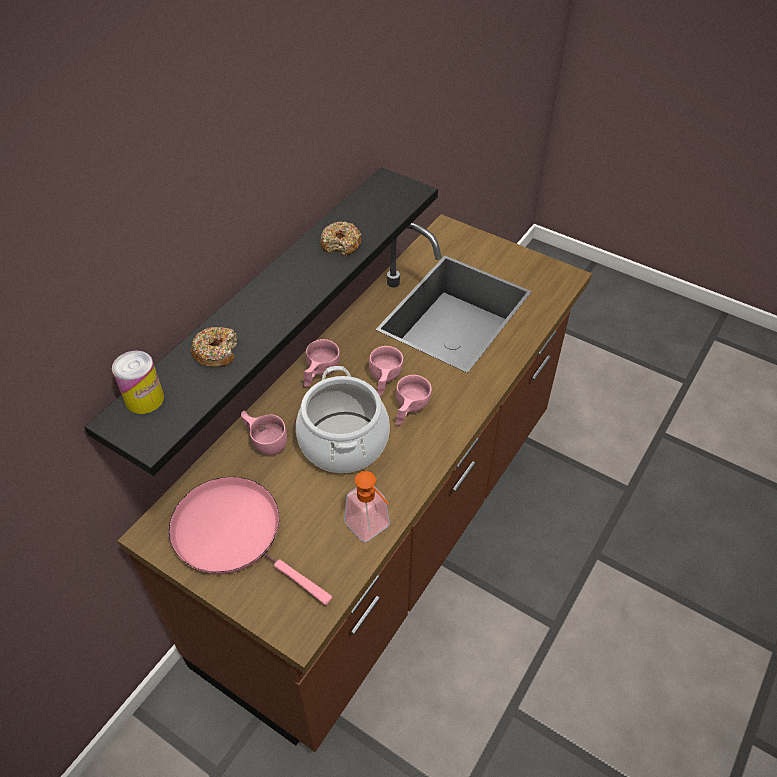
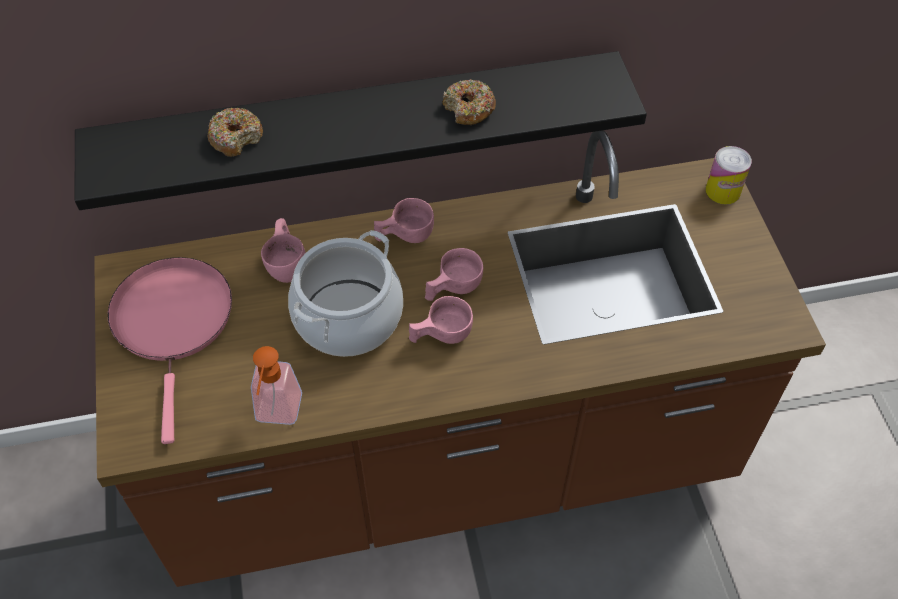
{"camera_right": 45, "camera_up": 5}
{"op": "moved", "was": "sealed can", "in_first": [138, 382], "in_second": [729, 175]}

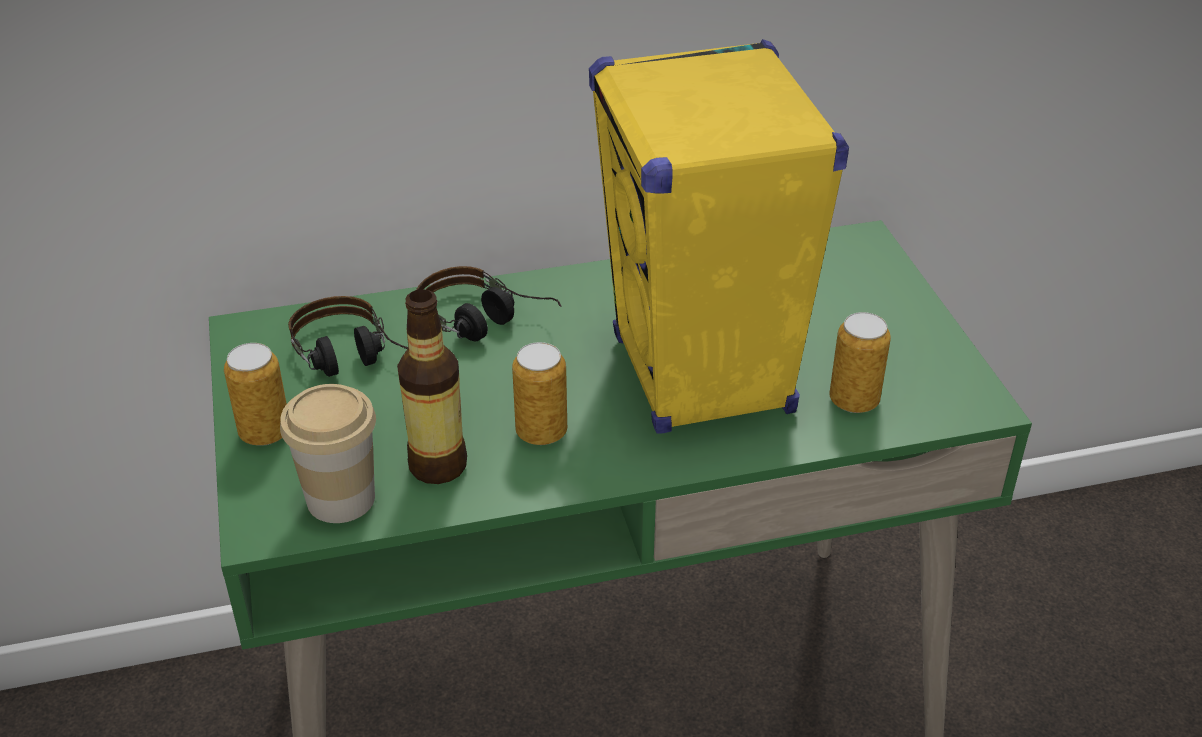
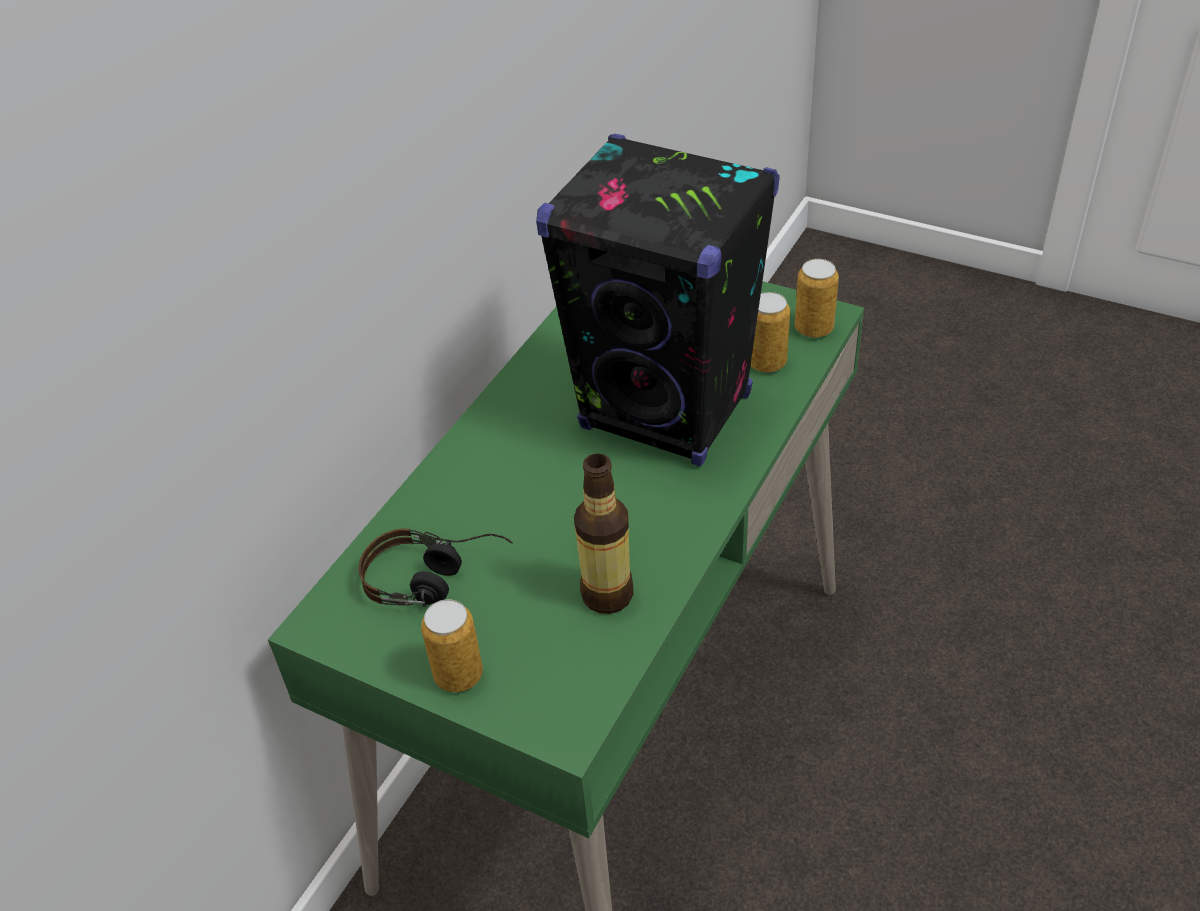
{"camera_right": -45, "camera_up": 5}
{"op": "recoloured", "was": "speaker in yellow", "now": "speaker in blackish", "in_first": [719, 236], "in_second": [658, 300]}
{"op": "removed", "was": "headset", "in_first": [489, 303]}
{"op": "moved", "was": "sealed can", "in_first": [539, 393], "in_second": [817, 298]}
{"op": "removed", "was": "cup", "in_first": [328, 453]}

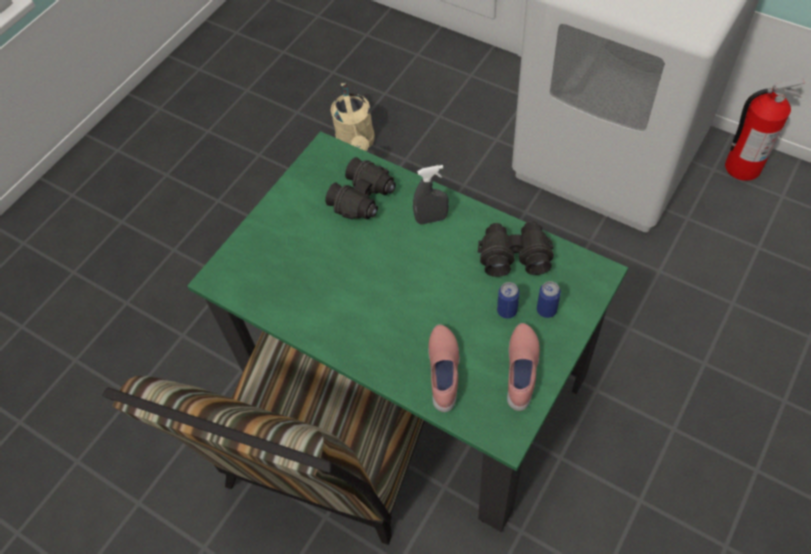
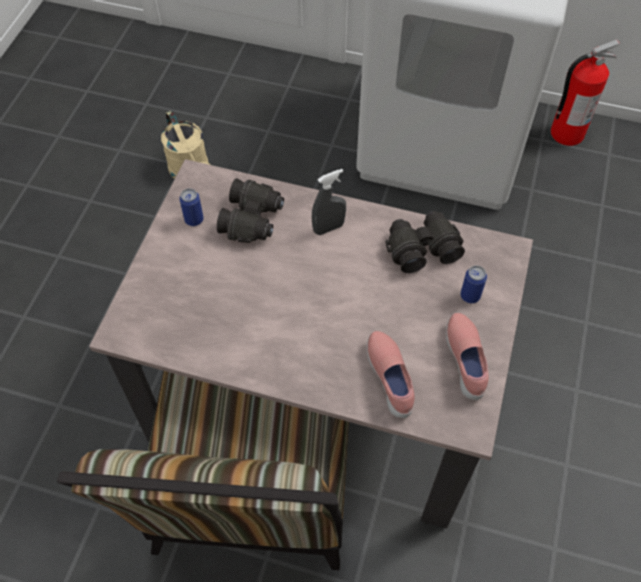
{"camera_right": -20, "camera_up": 0}
{"op": "recoloured", "was": "dinner table in green", "now": "dinner table in sand-coloured", "in_first": [407, 331], "in_second": [311, 344]}
{"op": "moved", "was": "sealed can", "in_first": [508, 300], "in_second": [191, 207]}

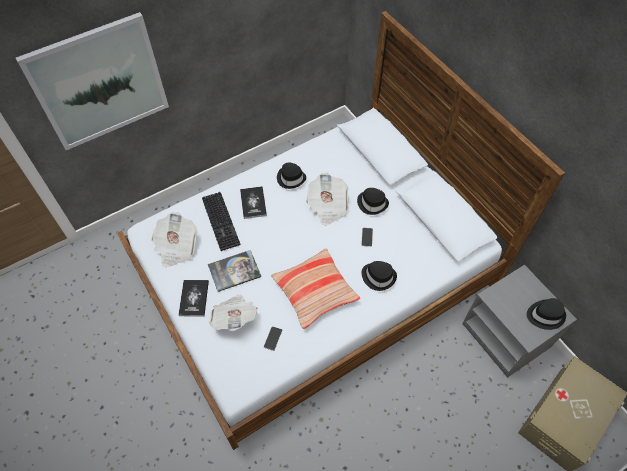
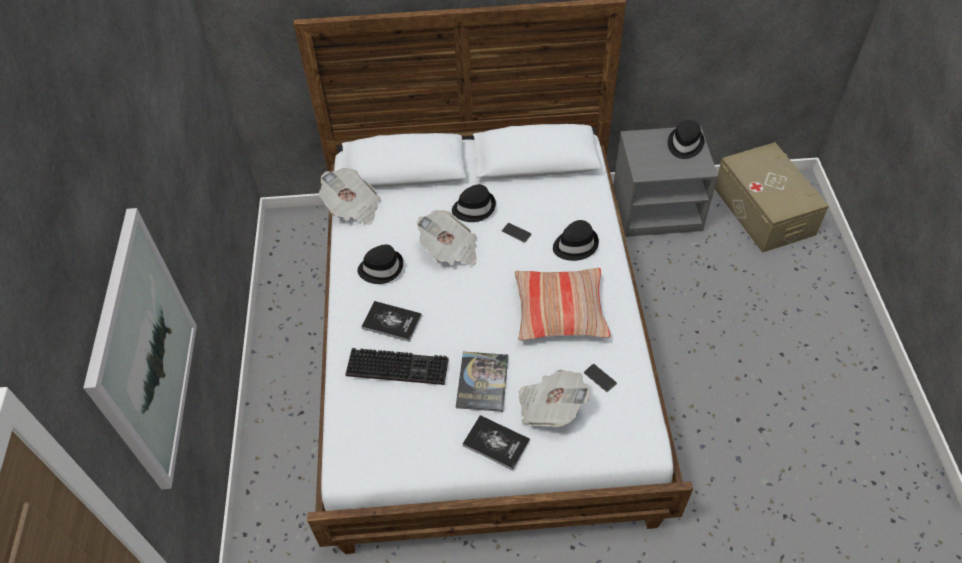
{"camera_right": -60, "camera_up": -5}
{"op": "moved", "was": "newspaper", "in_first": [174, 239], "in_second": [349, 196]}

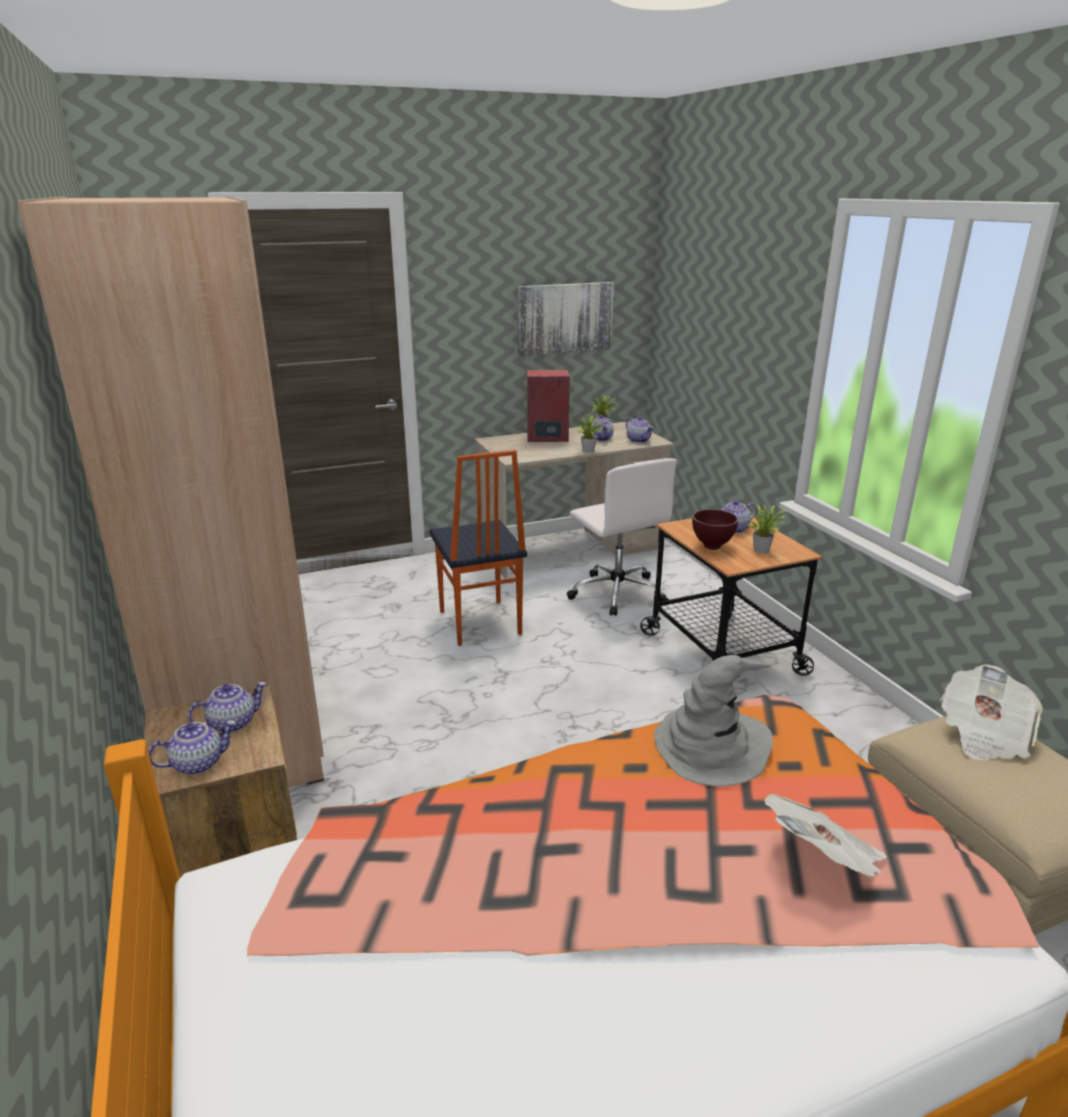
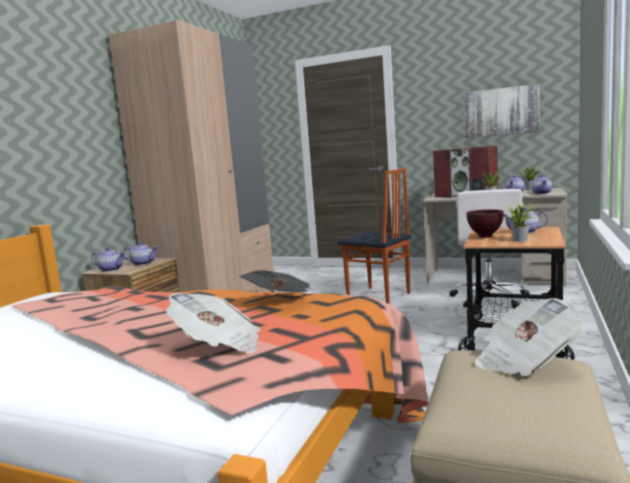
{"camera_right": 45, "camera_up": -15}
{"op": "turned", "was": "chair", "in_first": [478, 548], "in_second": [374, 236], "clockwise": -75}
{"op": "replaced", "was": "wearable hat in greyish", "now": "newspaper", "in_first": [713, 720], "in_second": [275, 281]}
{"op": "added", "now": "speaker", "in_second": [452, 173]}

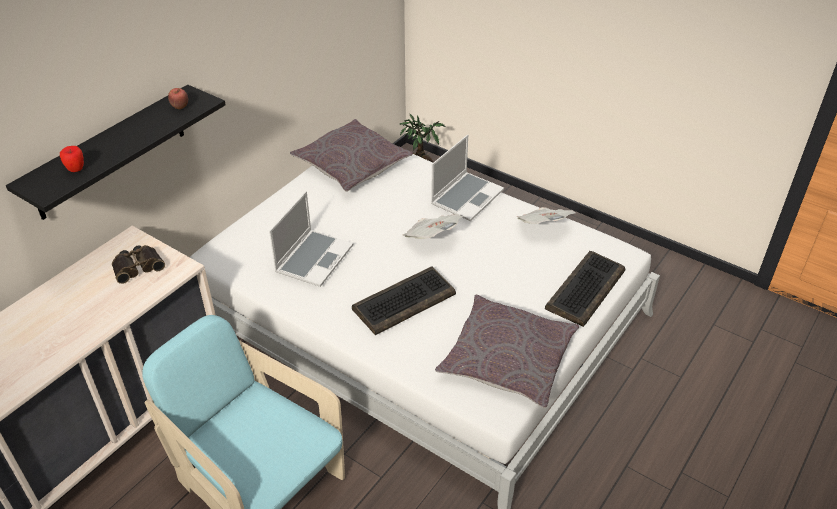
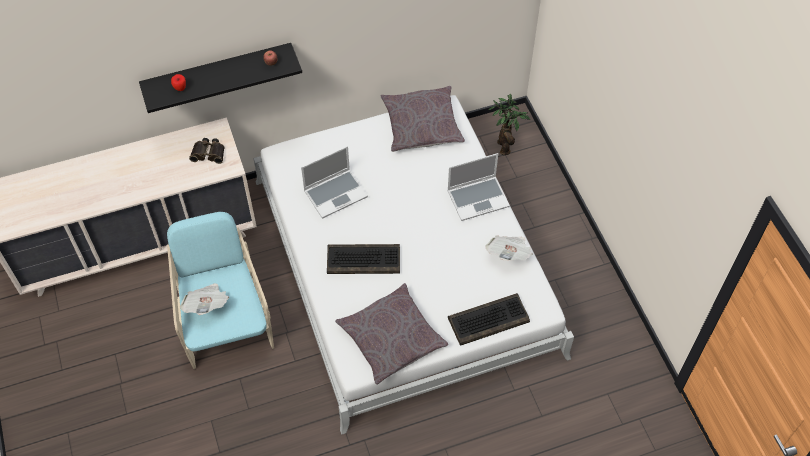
{"camera_right": 35, "camera_up": 15}
{"op": "moved", "was": "newspaper", "in_first": [432, 226], "in_second": [204, 299]}

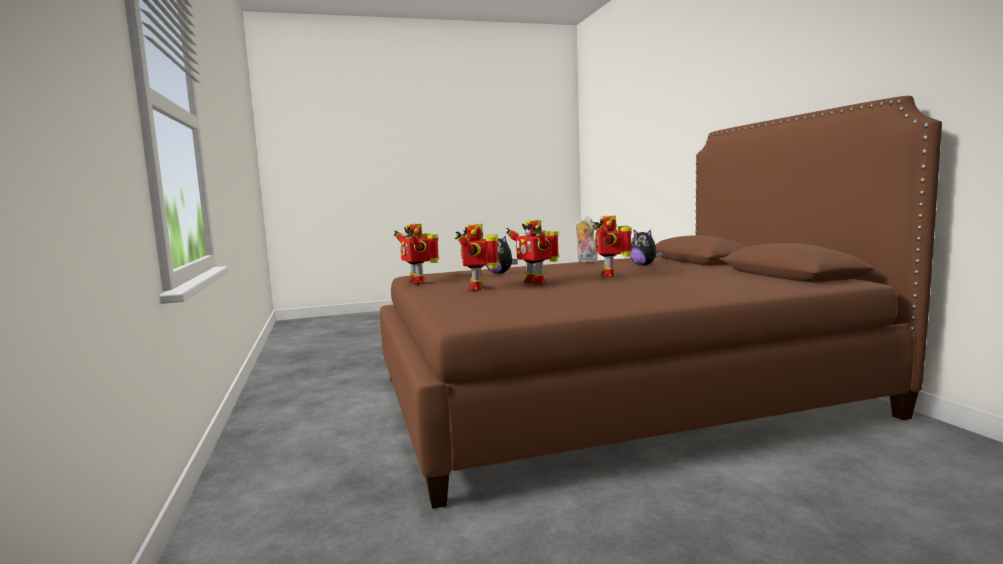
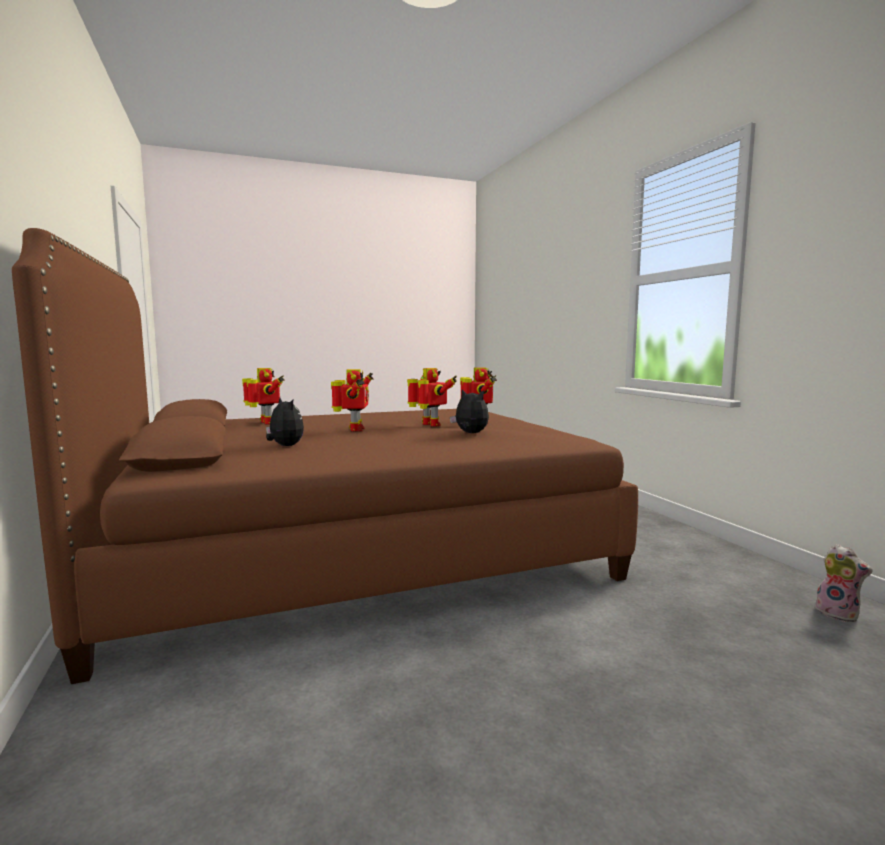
{"camera_right": 175, "camera_up": 0}
{"op": "moved", "was": "plush toy", "in_first": [587, 239], "in_second": [844, 583]}
{"op": "moved", "was": "robot figure", "in_first": [416, 253], "in_second": [263, 396]}

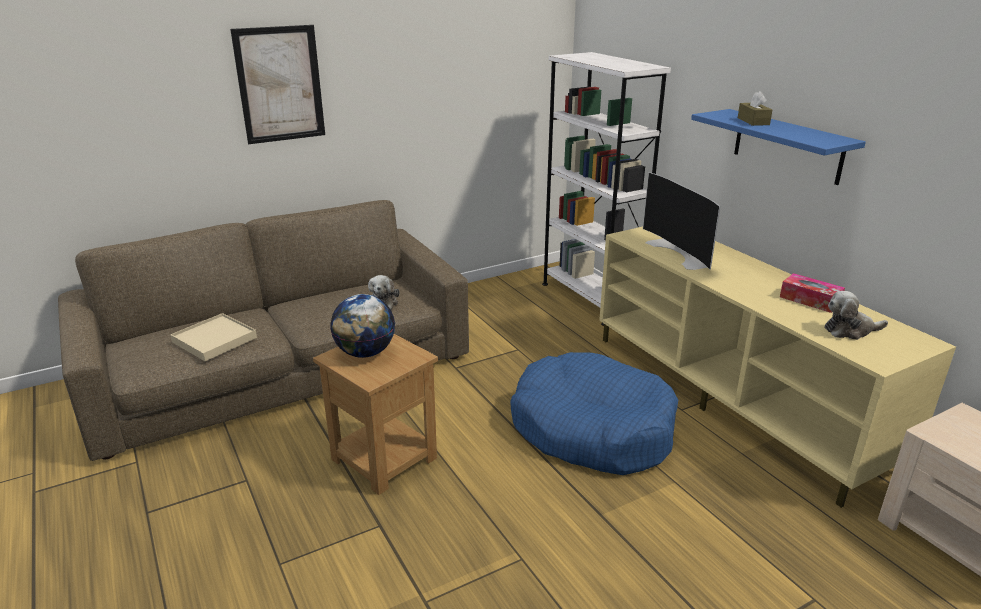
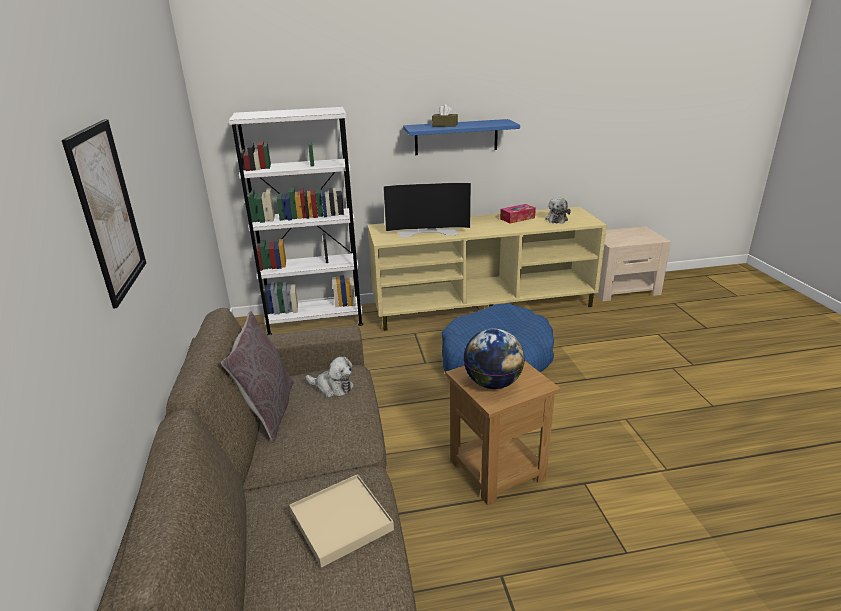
{"camera_right": -70, "camera_up": 0}
{"op": "added", "now": "pillow in greyish", "in_second": [257, 376]}

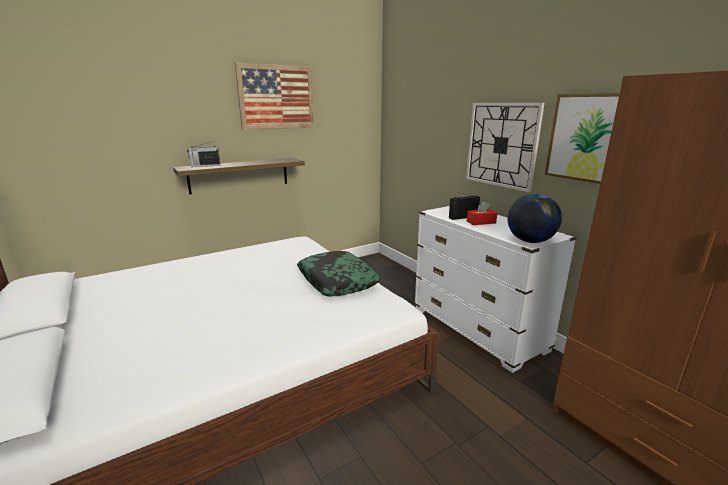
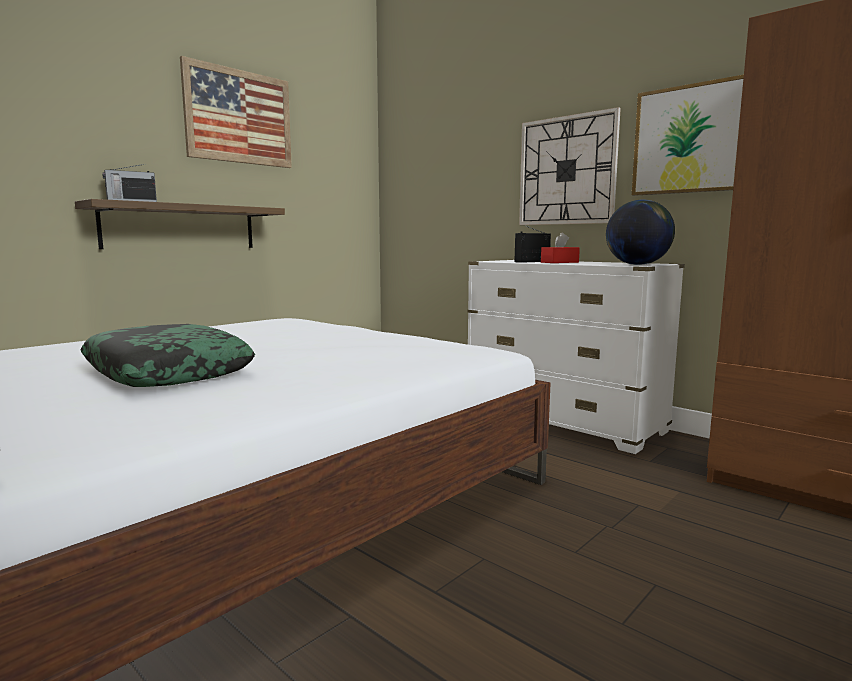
{"camera_right": -15, "camera_up": -10}
{"op": "moved", "was": "pillow", "in_first": [338, 273], "in_second": [167, 355]}

